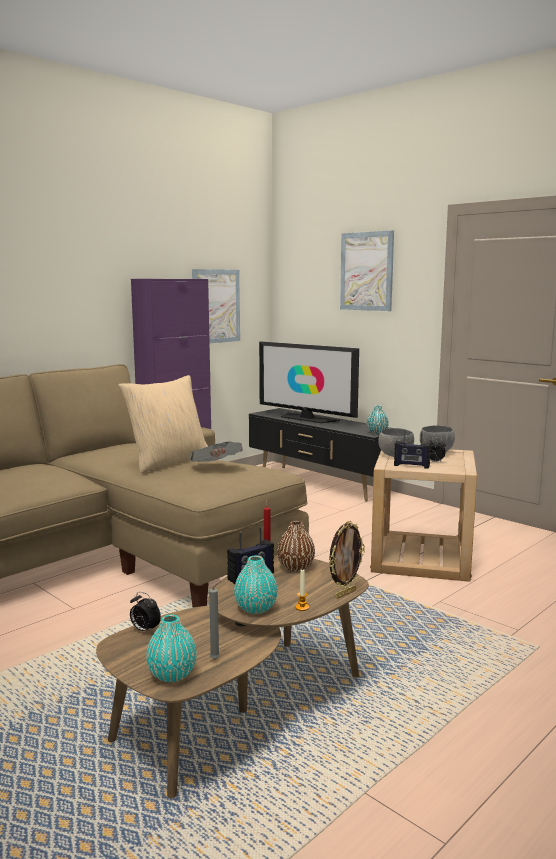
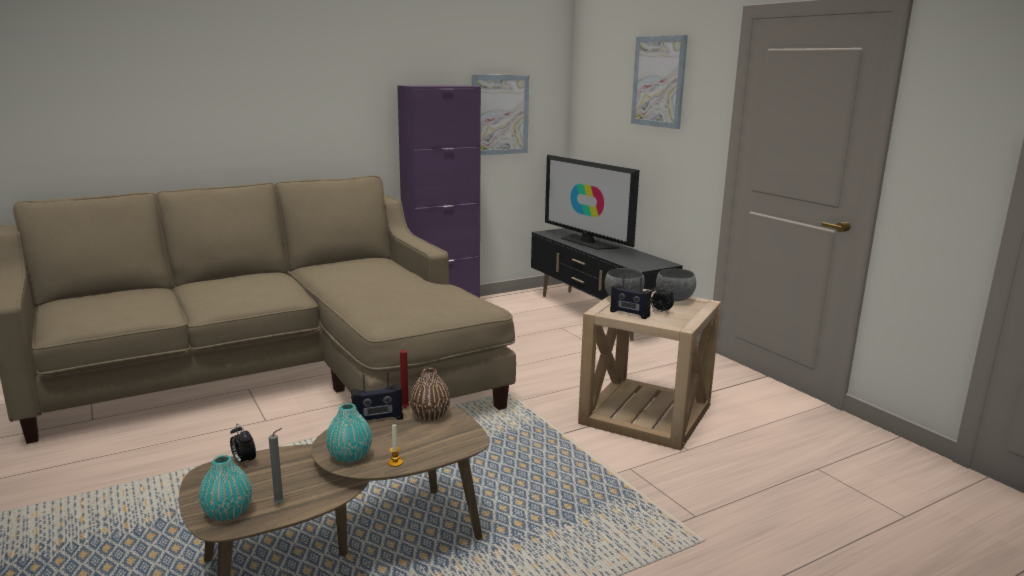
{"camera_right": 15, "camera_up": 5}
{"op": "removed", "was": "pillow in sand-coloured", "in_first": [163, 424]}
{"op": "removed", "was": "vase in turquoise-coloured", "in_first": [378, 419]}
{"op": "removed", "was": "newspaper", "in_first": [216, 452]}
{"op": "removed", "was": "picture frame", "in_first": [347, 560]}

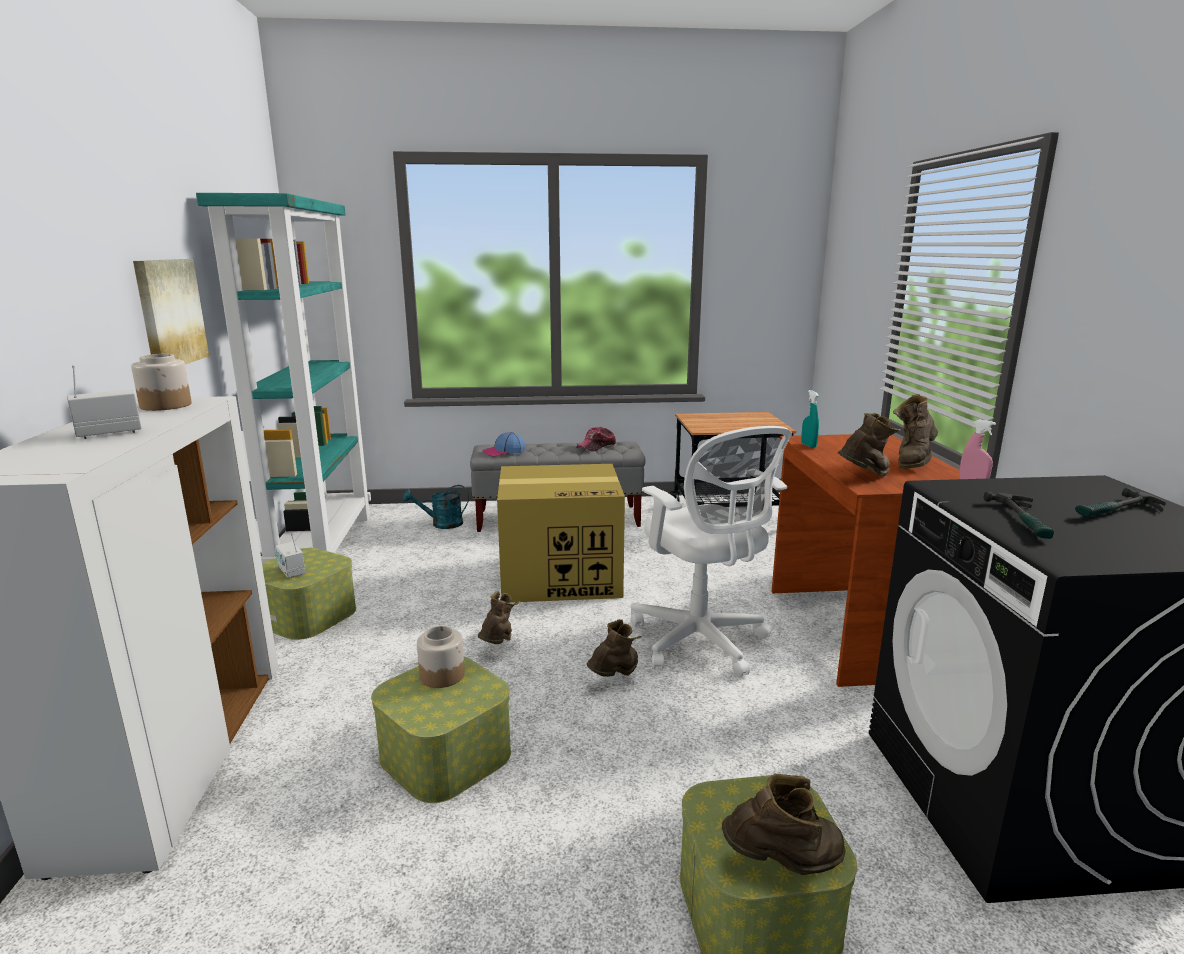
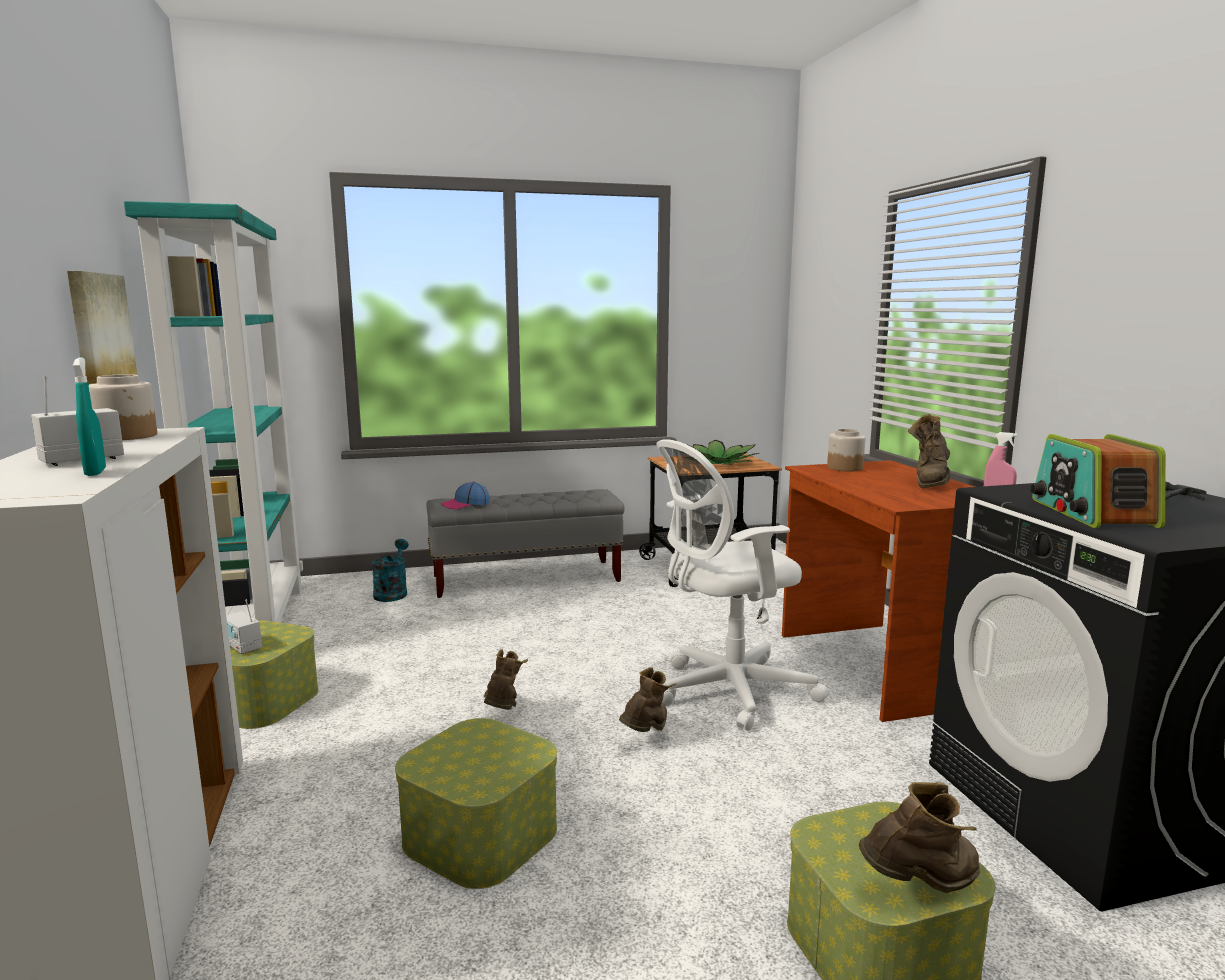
{"camera_right": -10, "camera_up": -5}
{"op": "moved", "was": "spray bottle in turquoise-coloured", "in_first": [810, 419], "in_second": [89, 416]}
{"op": "removed", "was": "high-top boot in brown", "in_first": [869, 444]}
{"op": "turned", "was": "computer chair in white", "in_first": [711, 551], "in_second": [742, 585], "clockwise": 105}
{"op": "removed", "was": "baseball cap", "in_first": [596, 439]}
{"op": "removed", "was": "packing box", "in_first": [561, 533]}
{"op": "turned", "was": "sprinkling can in turquoise-coloured", "in_first": [436, 507], "in_second": [390, 570], "clockwise": 120}
{"op": "replaced", "was": "hammer", "now": "radio", "in_first": [1018, 515], "in_second": [1098, 481]}
{"op": "moved", "was": "jar", "in_first": [441, 657], "in_second": [846, 450]}
{"op": "added", "now": "houseplant", "in_second": [726, 452]}

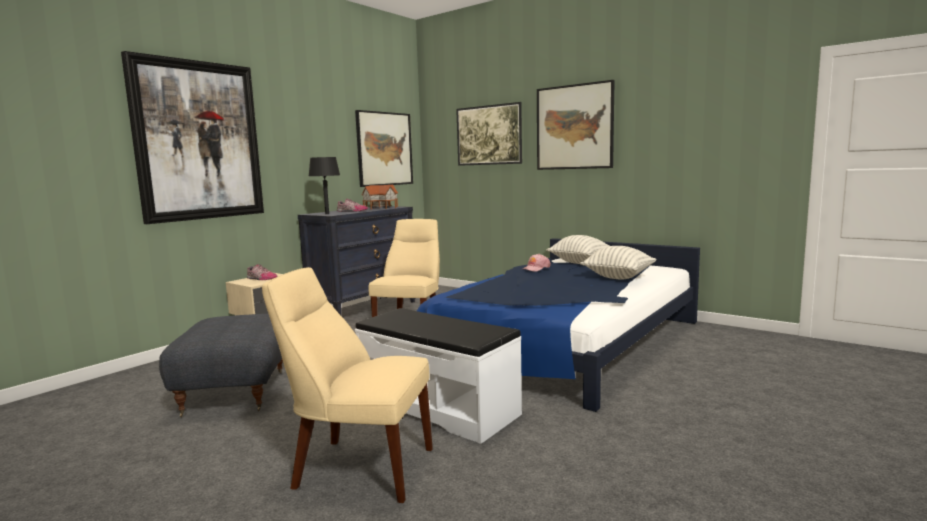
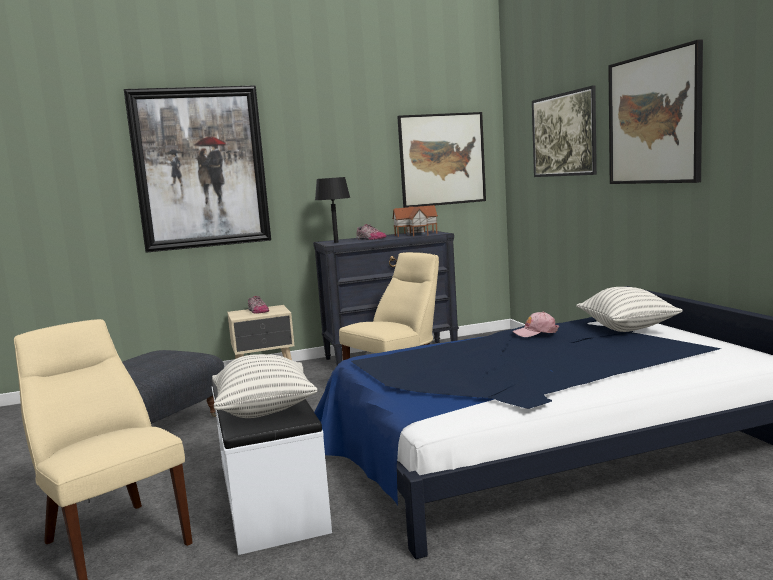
{"camera_right": 35, "camera_up": 0}
{"op": "moved", "was": "pillow", "in_first": [618, 262], "in_second": [264, 386]}

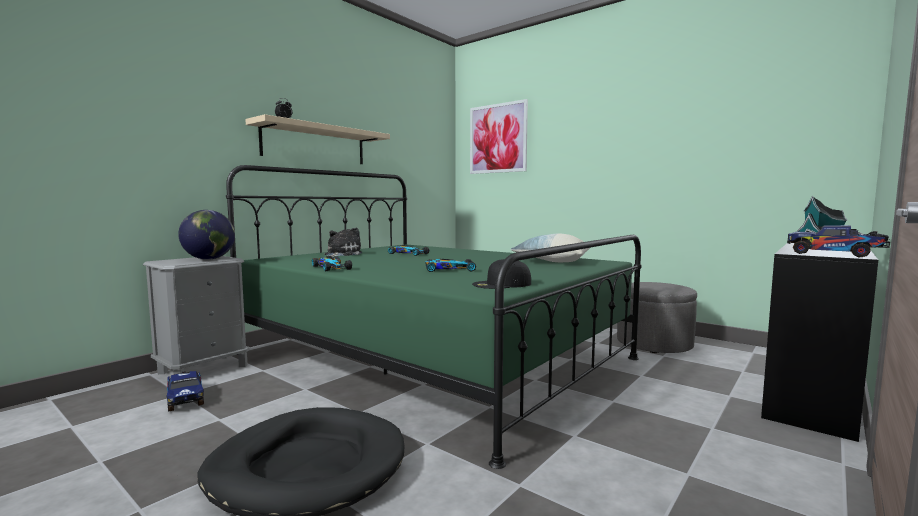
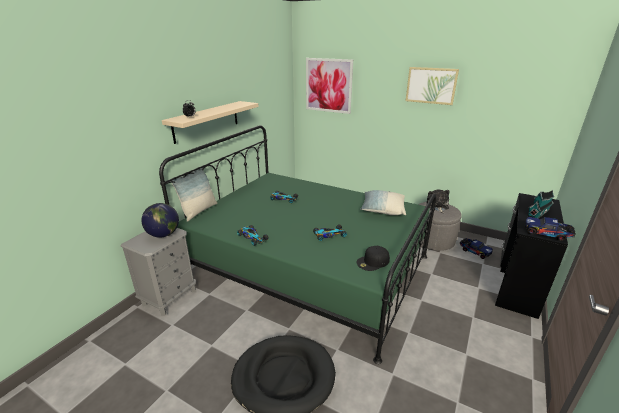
{"camera_right": -10, "camera_up": 20}
{"op": "moved", "was": "plush toy", "in_first": [343, 242], "in_second": [437, 201]}
{"op": "moved", "was": "model truck", "in_first": [185, 391], "in_second": [476, 248]}
{"op": "added", "now": "wall art", "in_second": [432, 86]}
{"op": "added", "now": "pillow", "in_second": [194, 195]}

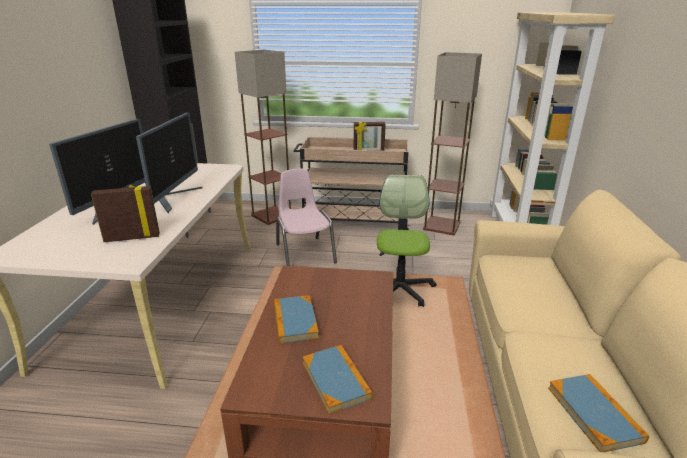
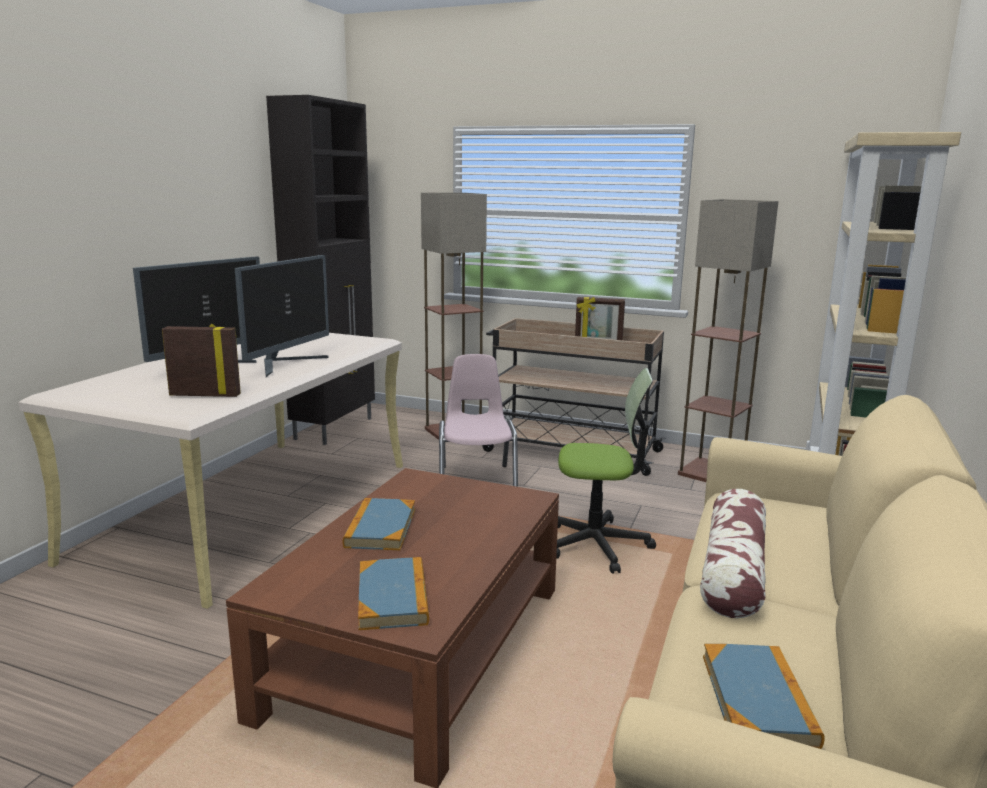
{"camera_right": 15, "camera_up": -10}
{"op": "turned", "was": "computer chair", "in_first": [407, 241], "in_second": [606, 471], "clockwise": 75}
{"op": "added", "now": "pillow", "in_second": [733, 553]}

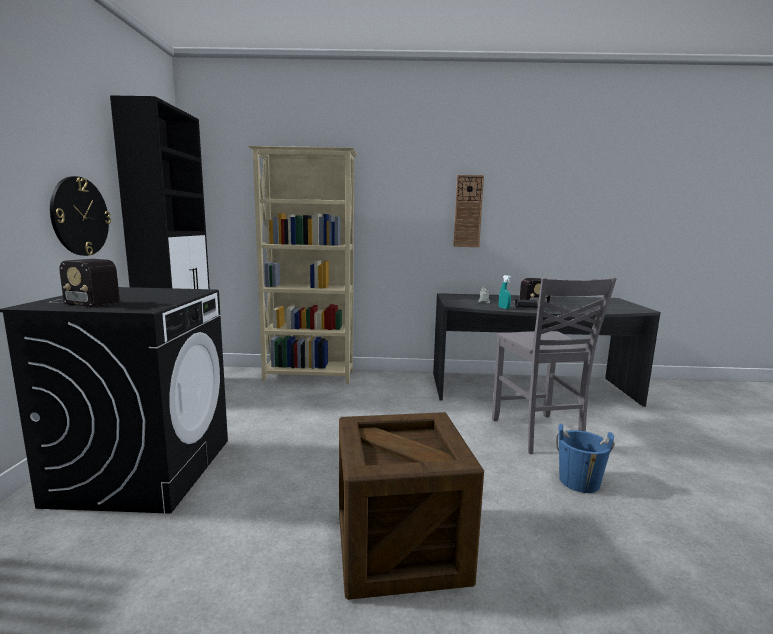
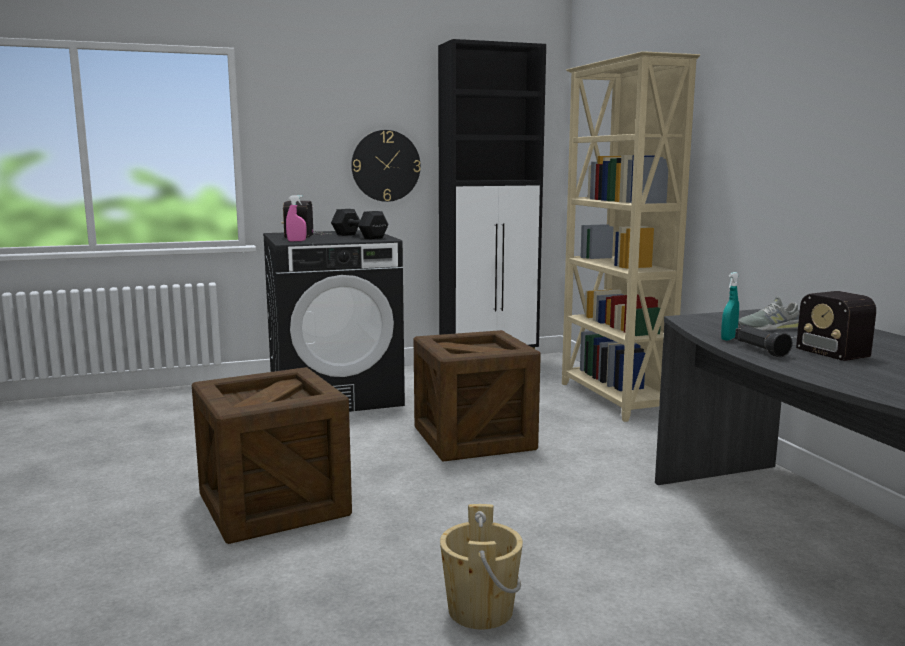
{"camera_right": 70, "camera_up": 0}
{"op": "removed", "was": "hanging clock", "in_first": [468, 211]}
{"op": "removed", "was": "chair in greyish", "in_first": [554, 365]}
{"op": "recoloured", "was": "water bucket in bluish", "now": "water bucket in sand-coloured", "in_first": [585, 458], "in_second": [481, 566]}
{"op": "added", "now": "spray bottle in pink-coloured", "in_second": [296, 218]}
{"op": "added", "now": "free weight in blackish", "in_second": [359, 224]}
{"op": "added", "now": "shipping crate", "in_second": [477, 396]}

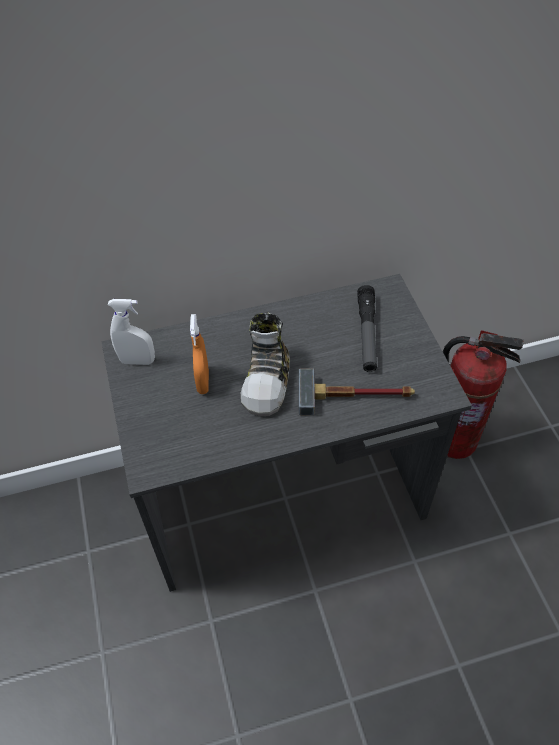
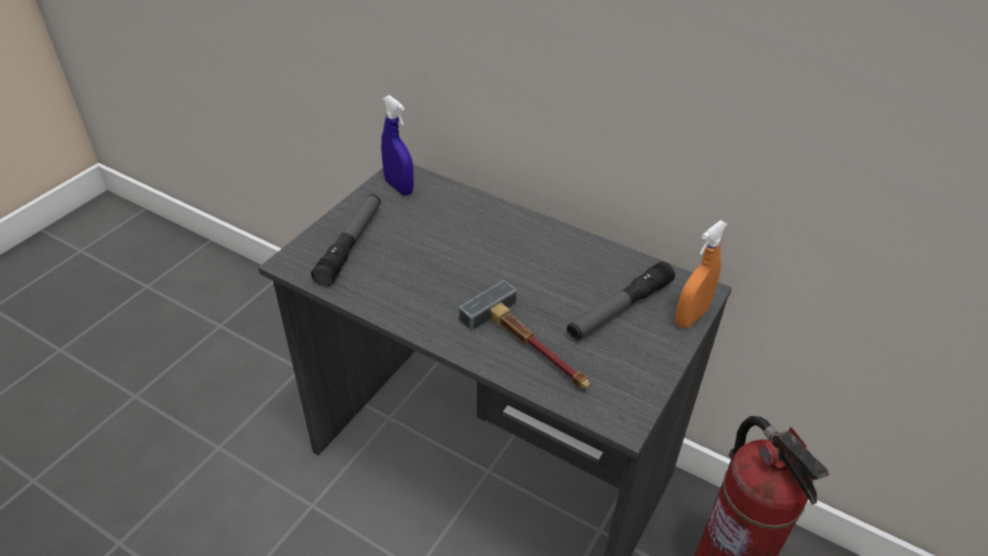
{"camera_right": 45, "camera_up": -10}
{"op": "recoloured", "was": "spray bottle in white", "now": "spray bottle in bluish", "in_first": [131, 332], "in_second": [397, 145]}
{"op": "removed", "was": "item of footwear", "in_first": [265, 364]}
{"op": "moved", "was": "spray bottle in orangey", "in_first": [199, 354], "in_second": [701, 274]}
{"op": "added", "now": "flashlight", "in_second": [346, 240]}

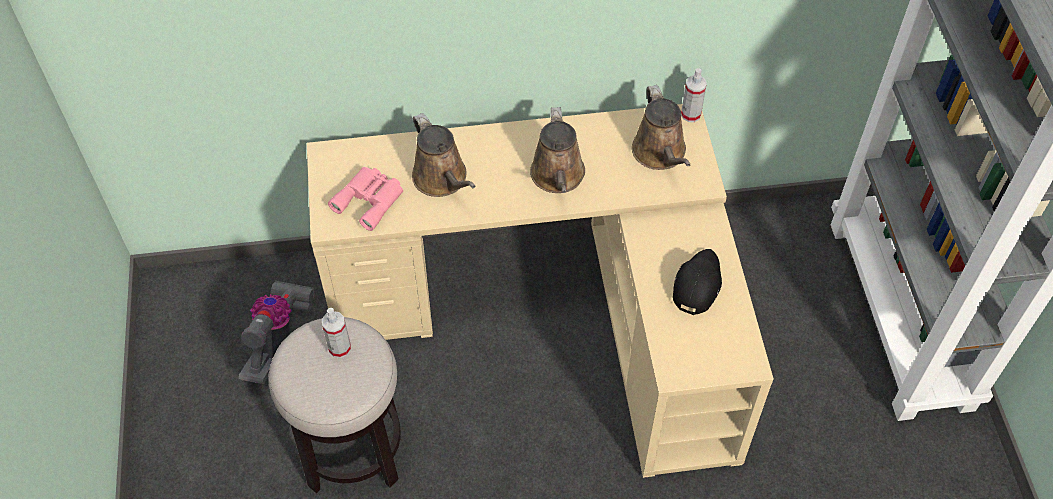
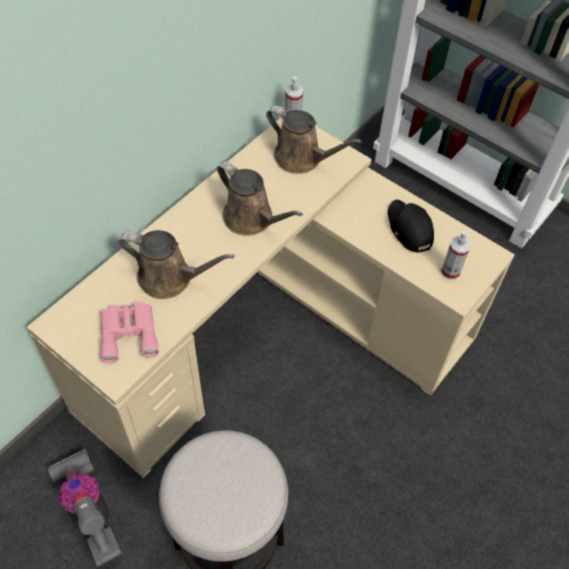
{"camera_right": -45, "camera_up": 0}
{"op": "moved", "was": "spray bottle", "in_first": [336, 333], "in_second": [456, 255]}

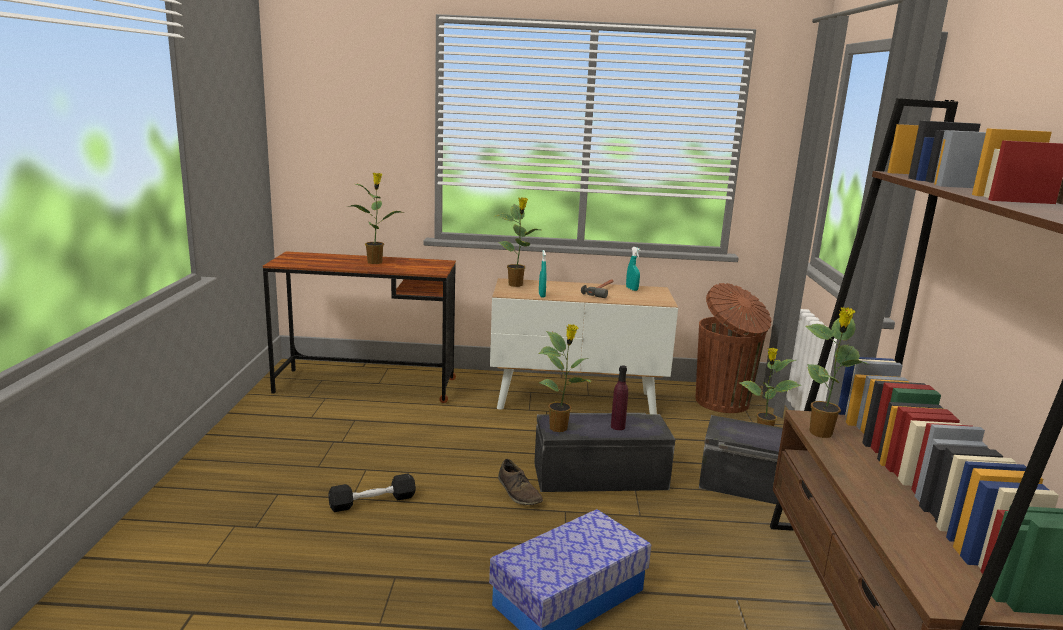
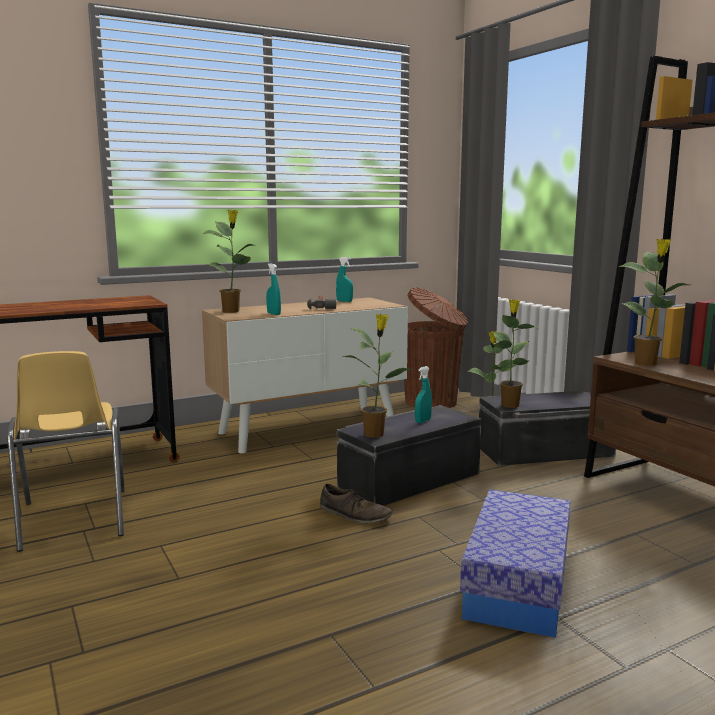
{"camera_right": -30, "camera_up": -5}
{"op": "moved", "was": "houseplant", "in_first": [374, 218], "in_second": [515, 353]}
{"op": "replaced", "was": "beverage bottle in purplish", "now": "spray bottle in turquoise-coloured", "in_first": [619, 397], "in_second": [423, 394]}
{"op": "removed", "was": "free weight in blackish", "in_first": [372, 493]}
{"op": "added", "now": "chair in yellow", "in_second": [66, 451]}

